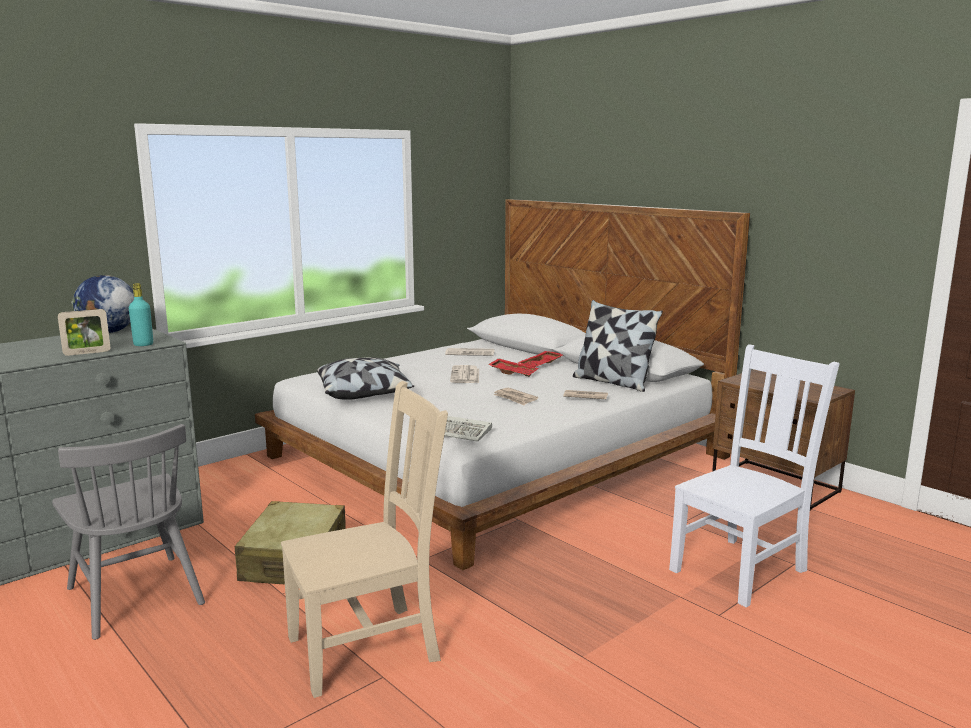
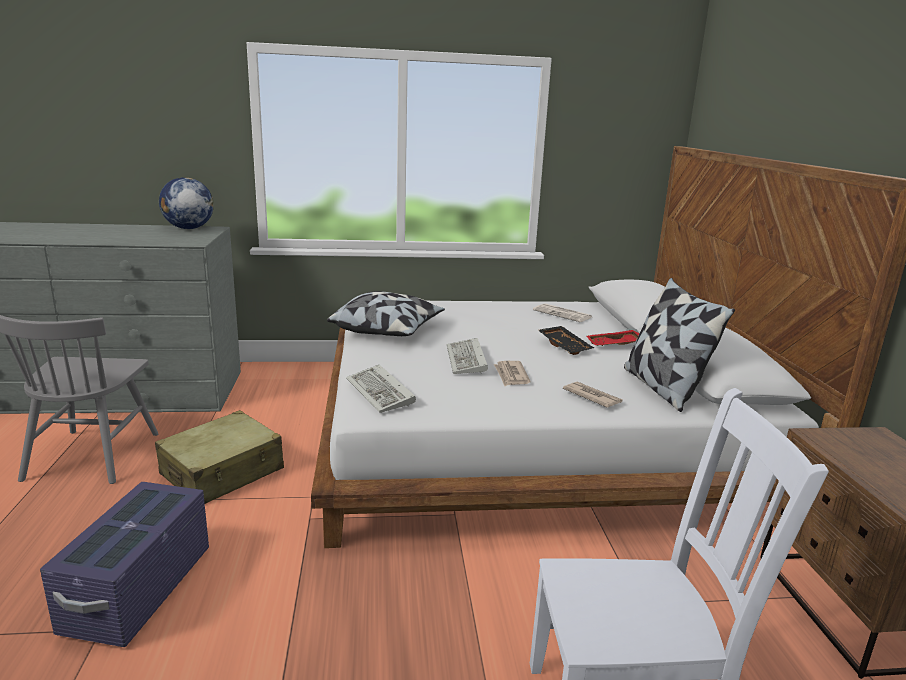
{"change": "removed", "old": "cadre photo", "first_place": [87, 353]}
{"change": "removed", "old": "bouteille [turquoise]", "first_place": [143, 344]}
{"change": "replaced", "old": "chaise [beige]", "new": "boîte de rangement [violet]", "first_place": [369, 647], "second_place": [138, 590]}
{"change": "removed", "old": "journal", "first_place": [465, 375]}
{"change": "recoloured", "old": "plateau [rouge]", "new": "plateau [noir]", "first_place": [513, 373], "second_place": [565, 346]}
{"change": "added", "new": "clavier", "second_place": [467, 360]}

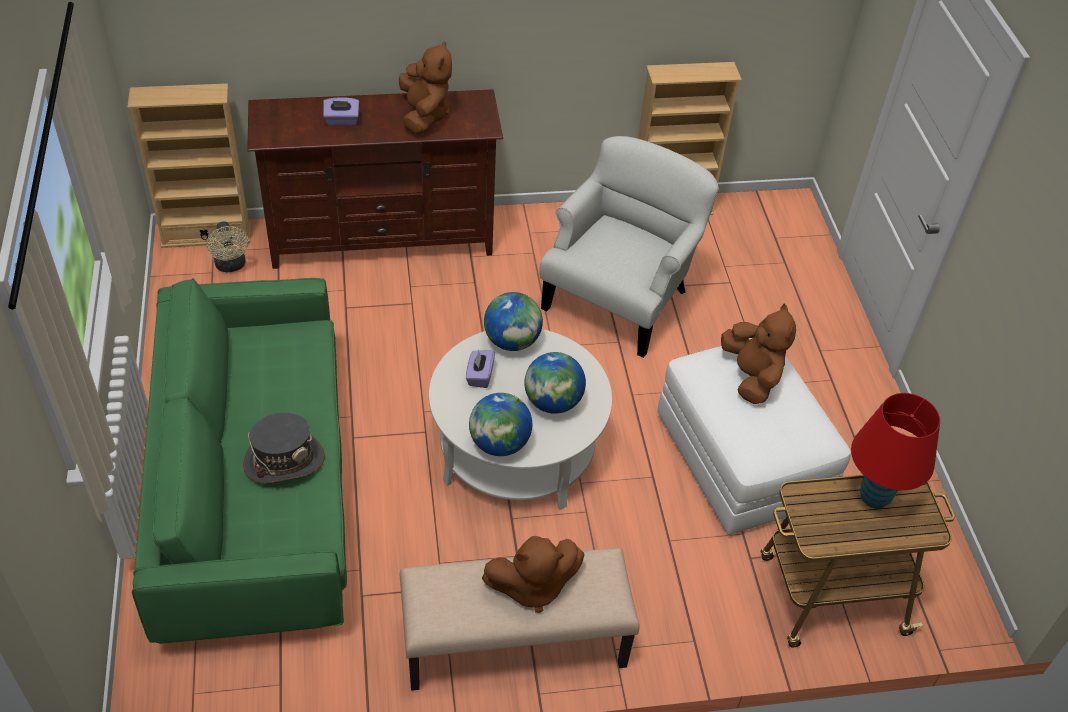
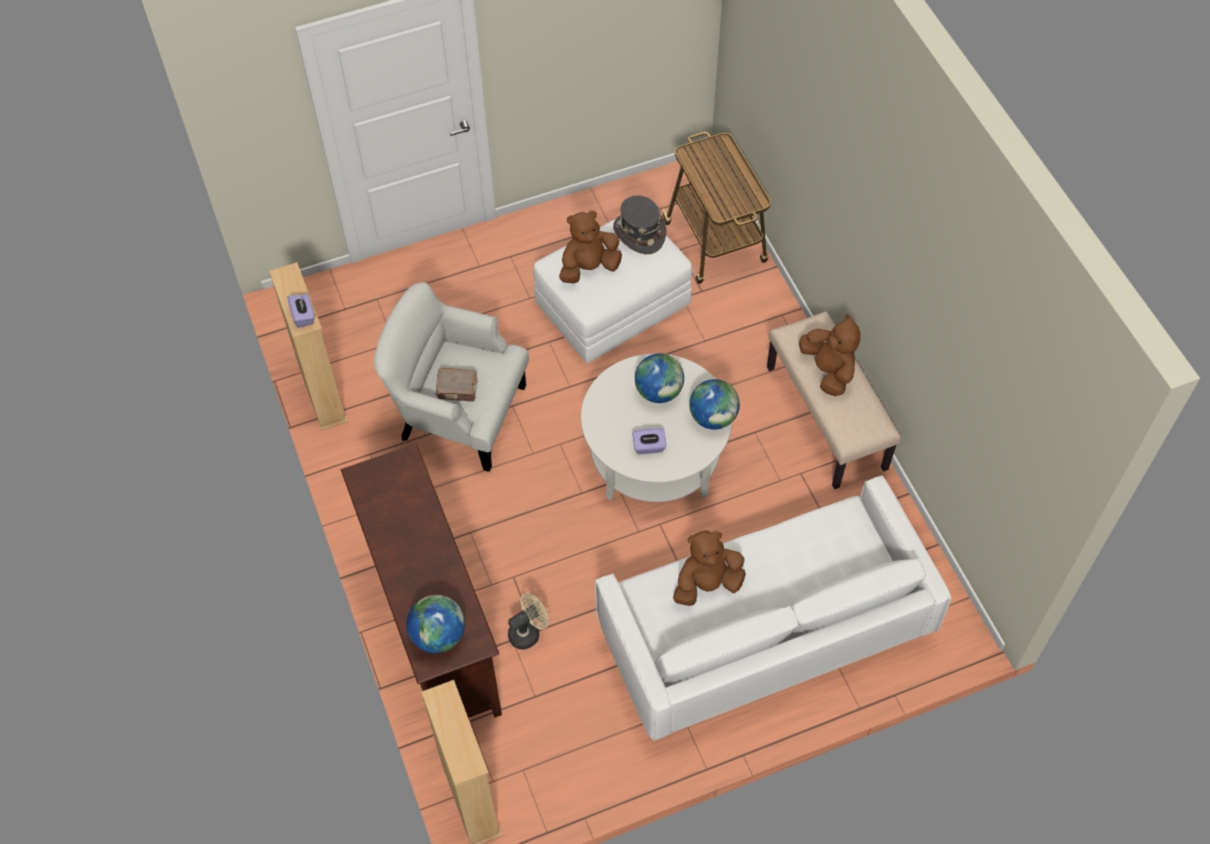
{"change": "recoloured", "old": "canapé [vert]", "new": "canapé [blanc]", "first_place": [256, 490], "second_place": [763, 630]}
{"change": "moved", "old": "ventilateur [beige]", "first_place": [231, 266], "second_place": [528, 632]}
{"change": "moved", "old": "chapeau [gris]", "first_place": [284, 461], "second_place": [639, 233]}
{"change": "moved", "old": "boîte à mouchoirs [violet]", "first_place": [342, 121], "second_place": [303, 316]}
{"change": "moved", "old": "peluche [marron]", "first_place": [424, 115], "second_place": [707, 584]}
{"change": "moved", "old": "globe", "first_place": [512, 341], "second_place": [438, 635]}
{"change": "removed", "old": "lampe de table [rouge]", "first_place": [874, 497]}
{"change": "added", "new": "livre [marron]", "second_place": [458, 389]}

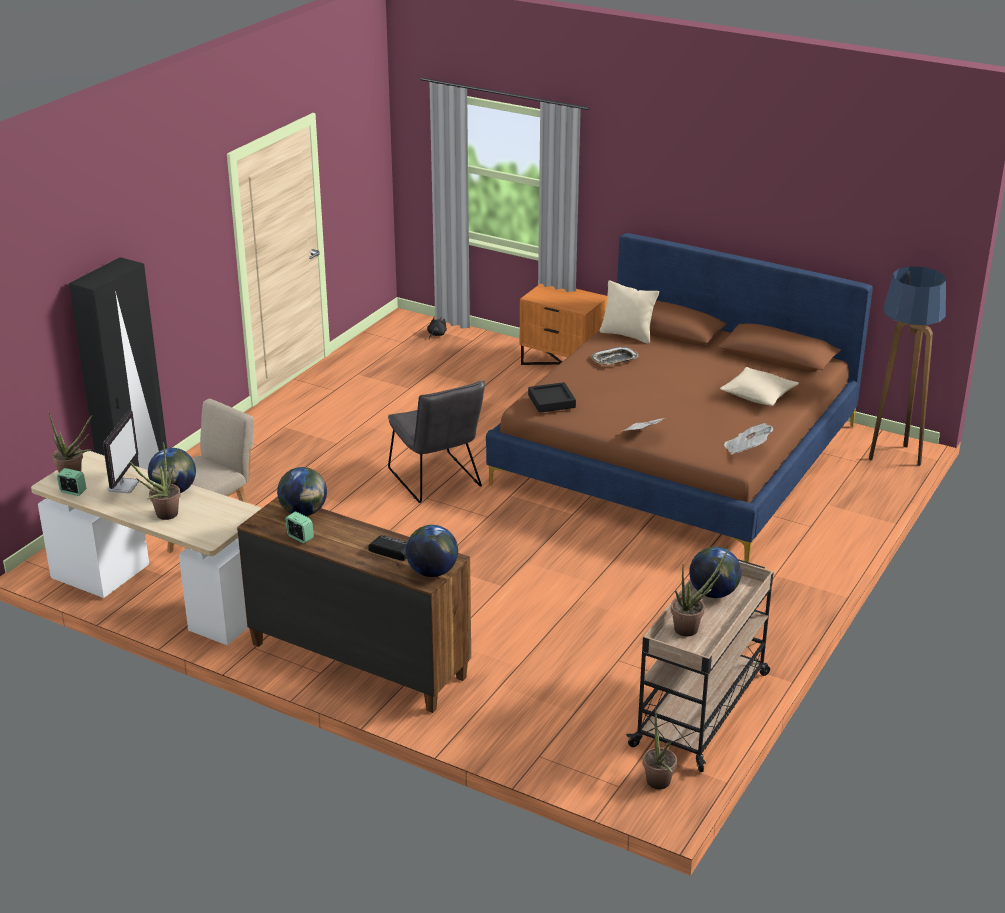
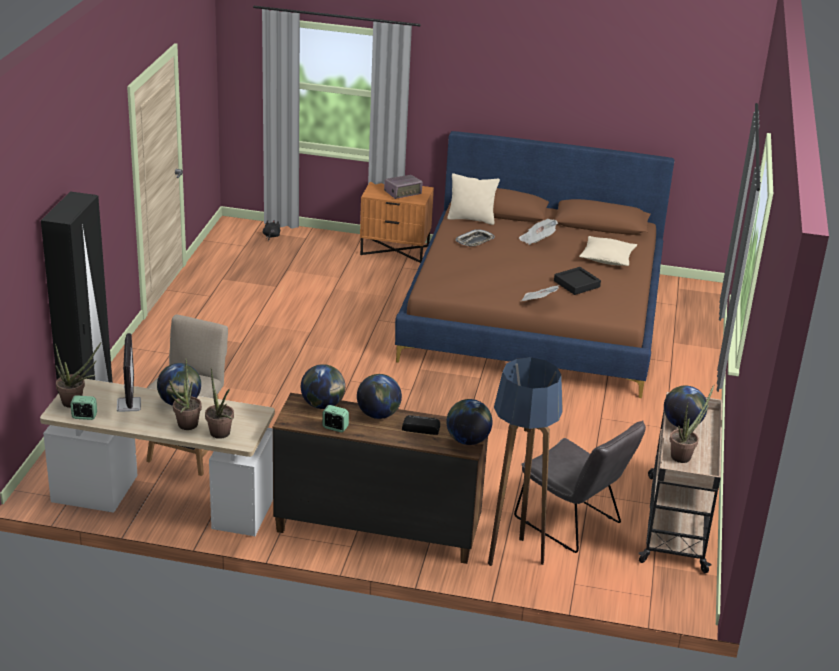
{"change": "moved", "old": "chaise [gris]", "first_place": [437, 481], "second_place": [573, 523]}
{"change": "moved", "old": "plateau [noir]", "first_place": [551, 401], "second_place": [576, 284]}
{"change": "moved", "old": "plante en pot", "first_place": [659, 785], "second_place": [221, 435]}
{"change": "moved", "old": "journal", "first_place": [746, 449], "second_place": [537, 240]}
{"change": "moved", "old": "lampadaire", "first_place": [893, 457], "second_place": [513, 557]}
{"change": "added", "new": "globe", "second_place": [378, 414]}
{"change": "added", "new": "radio", "second_place": [403, 193]}

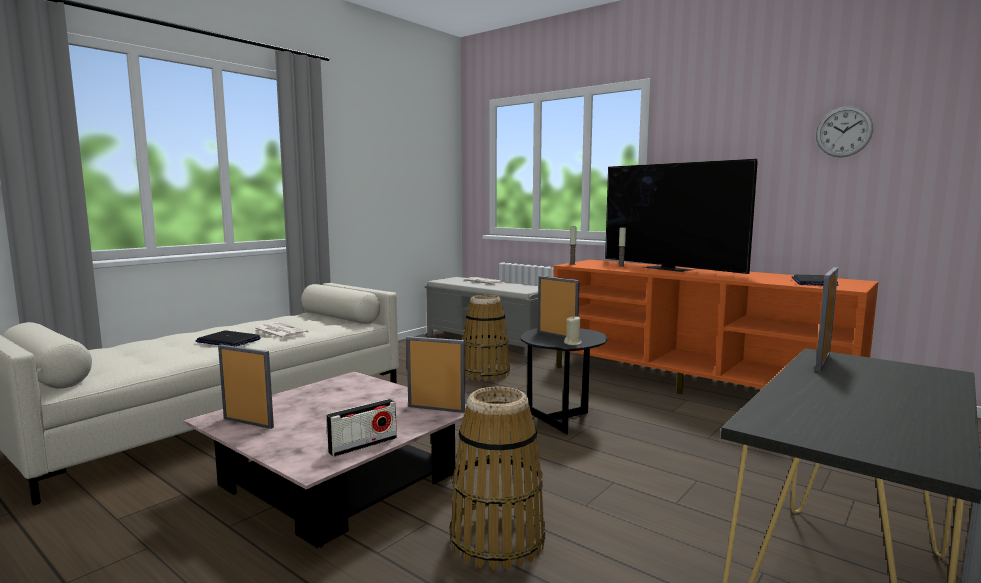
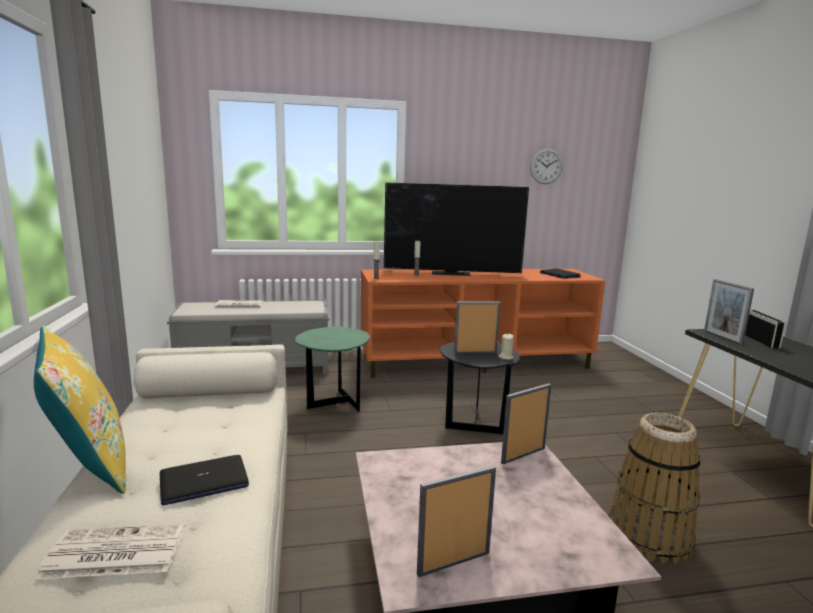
{"change": "moved", "old": "journal", "first_place": [279, 332], "second_place": [113, 553]}
{"change": "moved", "old": "radio", "first_place": [363, 445], "second_place": [760, 341]}
{"change": "replaced", "old": "panier", "new": "table d'appoint [vert]", "first_place": [485, 373], "second_place": [333, 404]}
{"change": "added", "new": "coussin [jaune]", "second_place": [89, 465]}

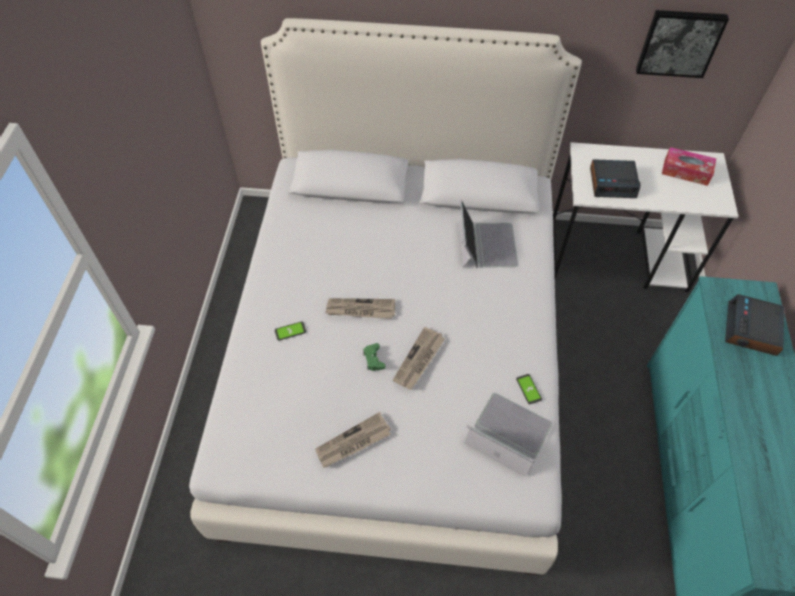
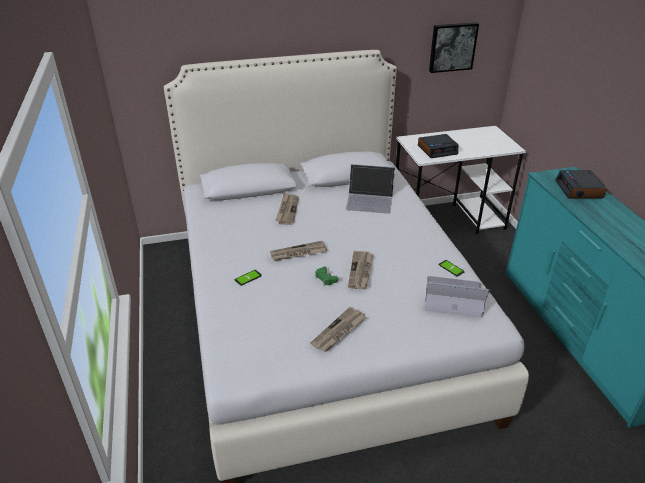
{"change": "turned", "old": "ordinateur portable", "first_place": [486, 244], "second_place": [370, 200], "degrees": 120}
{"change": "removed", "old": "boîte à mouchoirs", "first_place": [686, 171]}
{"change": "added", "new": "journal", "second_place": [287, 210]}

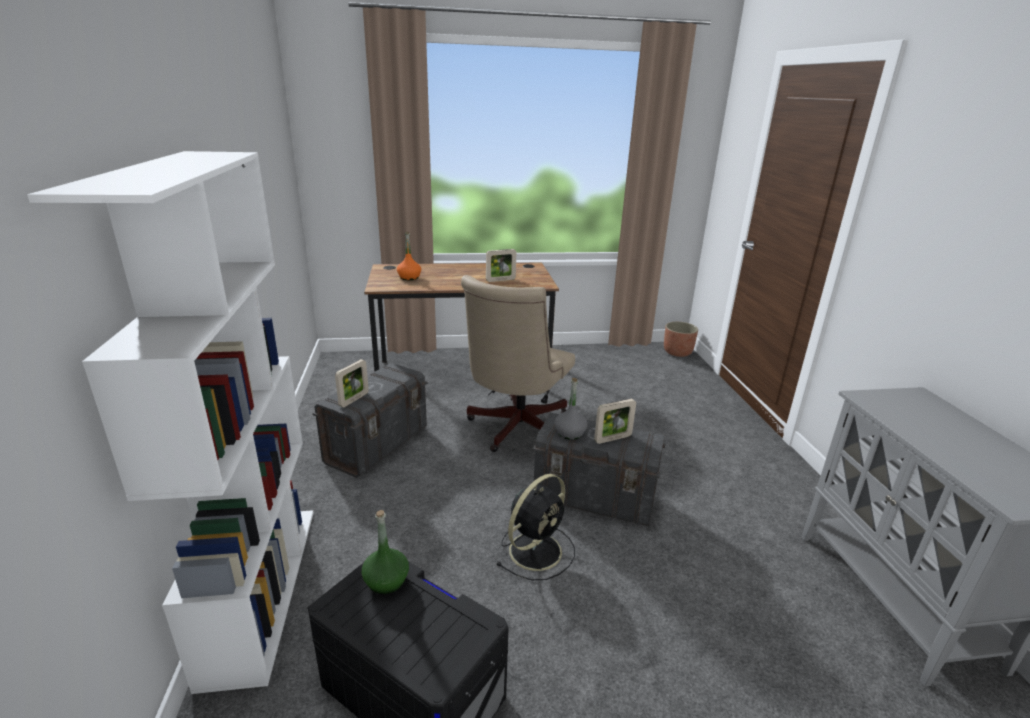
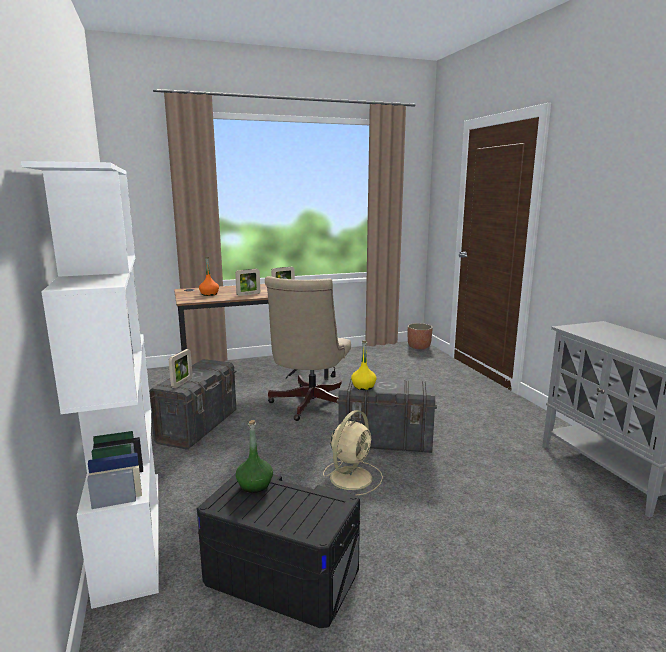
{"change": "recoloured", "old": "ventilateur [noir]", "new": "ventilateur [beige]", "first_place": [537, 549], "second_place": [352, 477]}
{"change": "recoloured", "old": "bouteille [gris]", "new": "bouteille [jaune]", "first_place": [570, 433], "second_place": [363, 386]}
{"change": "moved", "old": "cadre photo", "first_place": [613, 439], "second_place": [248, 294]}

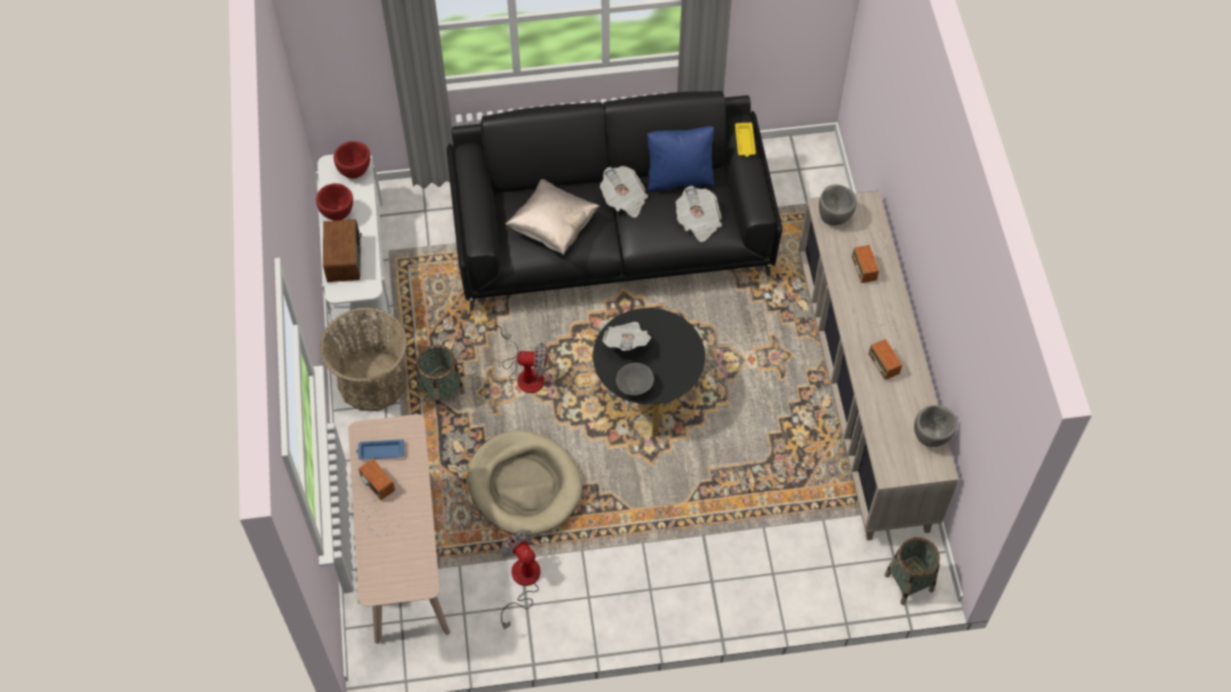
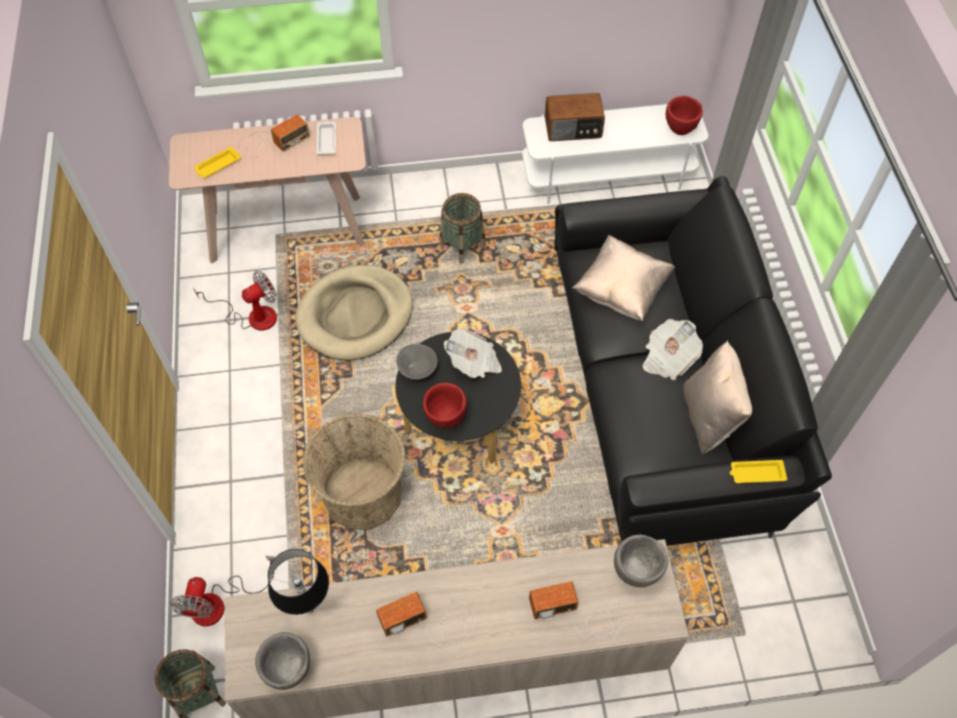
{"change": "moved", "old": "bol [rouge]", "first_place": [338, 214], "second_place": [445, 418]}
{"change": "moved", "old": "panier", "first_place": [372, 381], "second_place": [362, 494]}
{"change": "recoloured", "old": "plateau [bleu]", "new": "plateau [blanc]", "first_place": [380, 451], "second_place": [326, 140]}
{"change": "moved", "old": "ventilateur", "first_place": [525, 373], "second_place": [220, 603]}
{"change": "recoloured", "old": "coussin [bleu]", "new": "coussin [beige]", "first_place": [679, 178], "second_place": [709, 417]}
{"change": "removed", "old": "journal", "first_place": [698, 221]}
{"change": "added", "new": "plateau [jaune]", "second_place": [217, 165]}
{"change": "added", "new": "lampe de table", "second_place": [309, 610]}

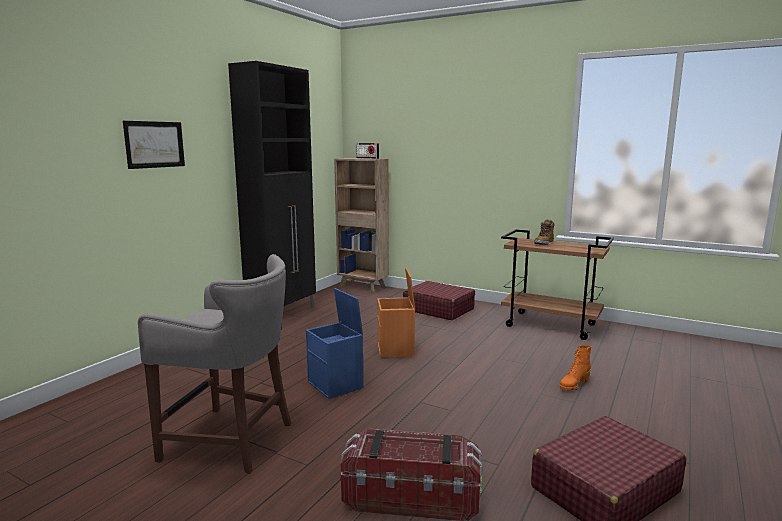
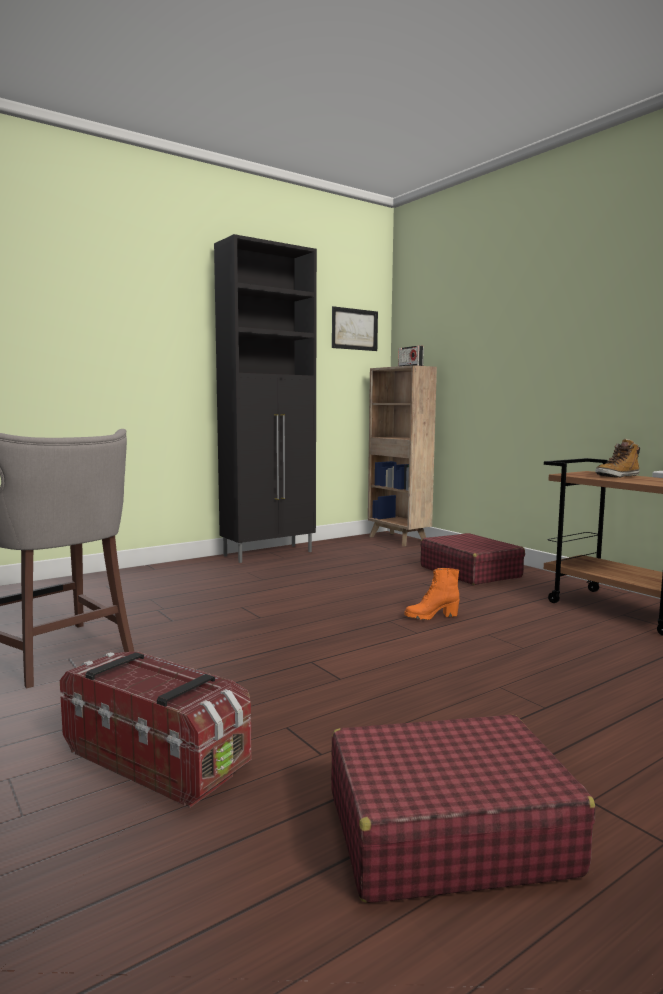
{"change": "moved", "old": "tableau", "first_place": [155, 144], "second_place": [354, 329]}
{"change": "removed", "old": "boîte de rangement [bleu]", "first_place": [336, 385]}
{"change": "removed", "old": "boîte de rangement [orange]", "first_place": [396, 349]}
{"change": "moved", "old": "botte [orange]", "first_place": [573, 385], "second_place": [431, 616]}

